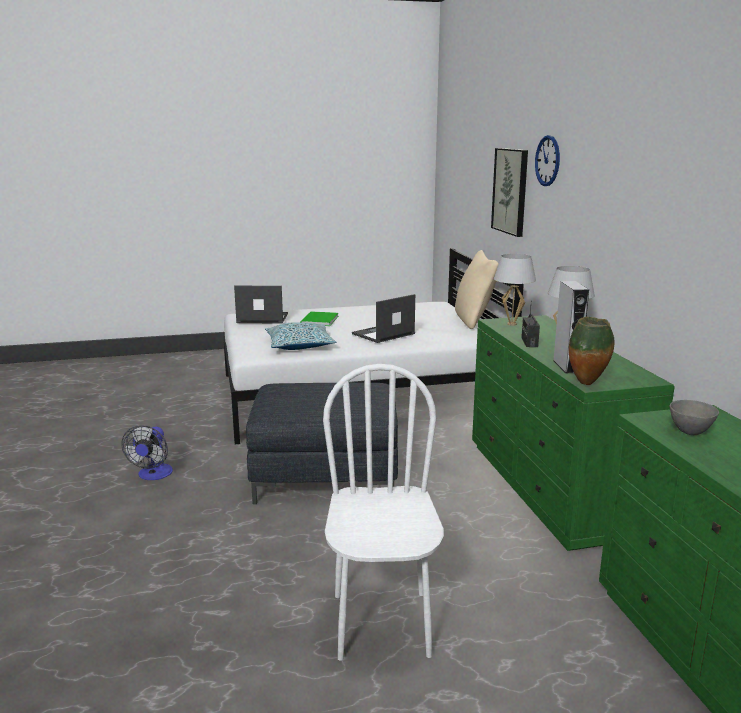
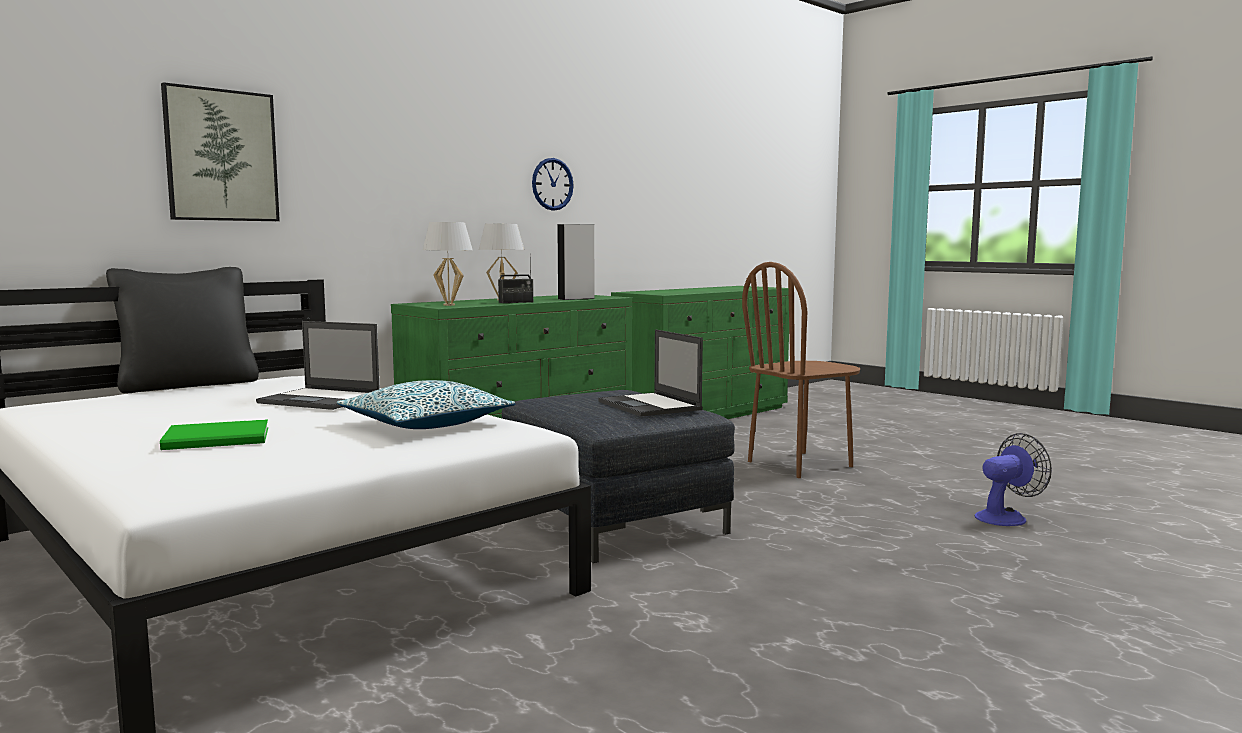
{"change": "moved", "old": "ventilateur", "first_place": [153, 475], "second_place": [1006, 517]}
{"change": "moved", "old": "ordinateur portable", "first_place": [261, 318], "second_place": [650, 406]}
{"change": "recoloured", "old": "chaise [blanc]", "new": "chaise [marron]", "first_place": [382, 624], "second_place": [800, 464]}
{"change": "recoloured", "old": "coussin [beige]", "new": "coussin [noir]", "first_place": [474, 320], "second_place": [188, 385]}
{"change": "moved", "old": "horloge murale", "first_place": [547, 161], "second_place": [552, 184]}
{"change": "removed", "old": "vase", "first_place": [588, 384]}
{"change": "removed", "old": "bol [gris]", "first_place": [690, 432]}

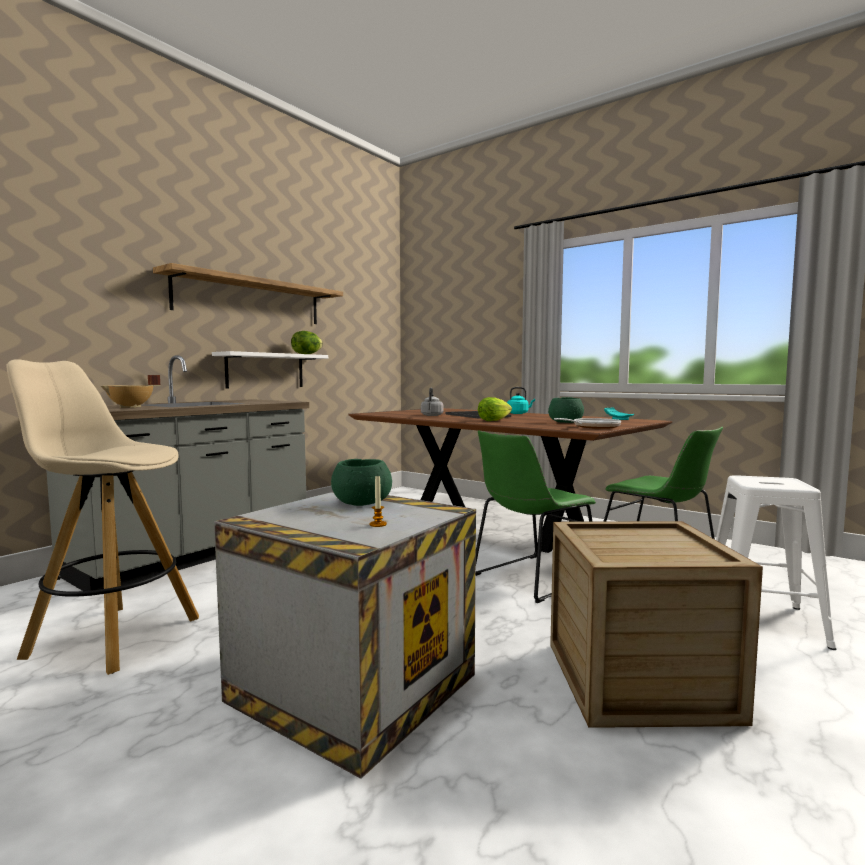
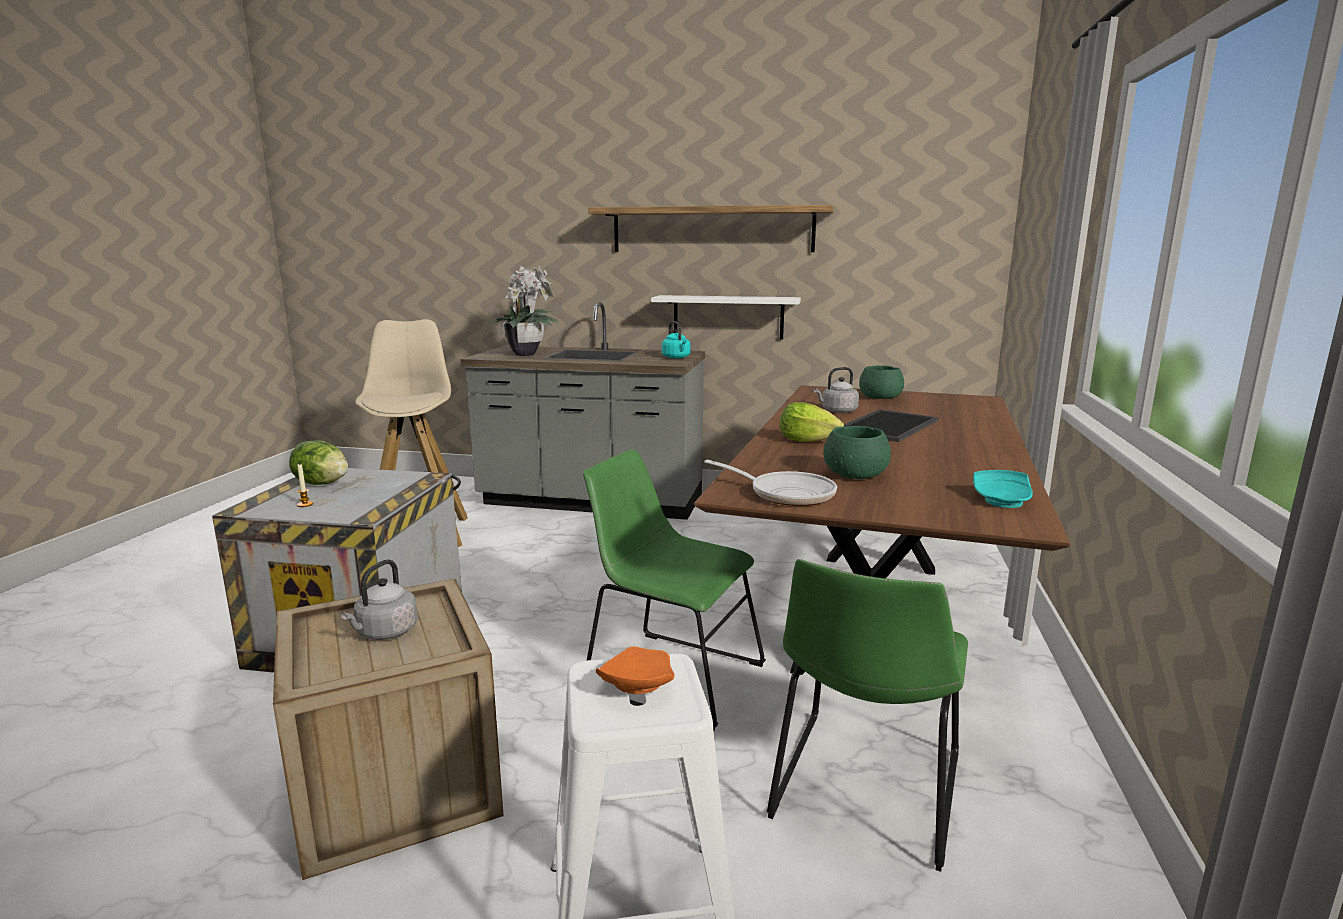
{"change": "replaced", "old": "marmite [beige]", "new": "plante en pot", "first_place": [131, 407], "second_place": [527, 354]}
{"change": "moved", "old": "laitue", "first_place": [306, 354], "second_place": [322, 484]}
{"change": "moved", "old": "bol [vert]", "first_place": [362, 502], "second_place": [880, 397]}
{"change": "moved", "old": "bouilloire [turquoise]", "first_place": [518, 413], "second_place": [676, 357]}
{"change": "added", "new": "bouilloire [gris]", "second_place": [384, 633]}
{"change": "added", "new": "assiette [orange]", "second_place": [636, 685]}

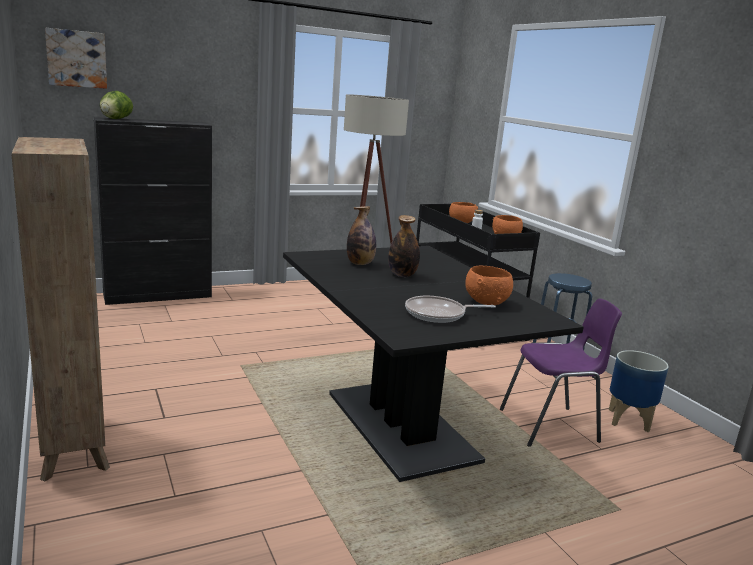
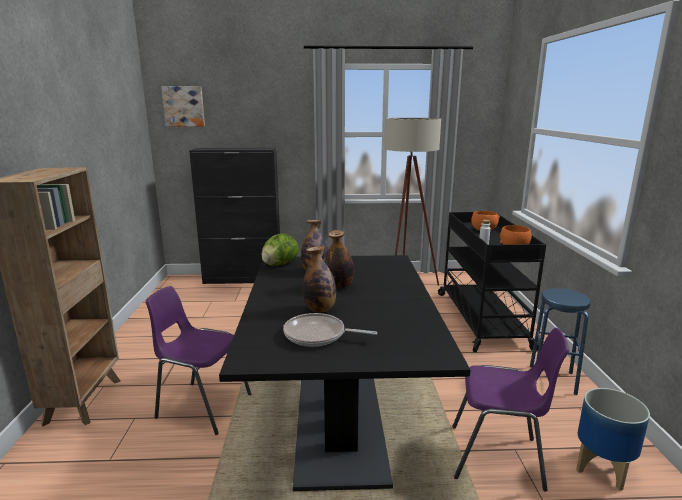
{"change": "moved", "old": "laitue", "first_place": [115, 119], "second_place": [279, 264]}
{"change": "removed", "old": "bol [orange]", "first_place": [487, 302]}
{"change": "added", "new": "chaise [violet]", "second_place": [202, 406]}
{"change": "added", "new": "bouteille", "second_place": [320, 309]}

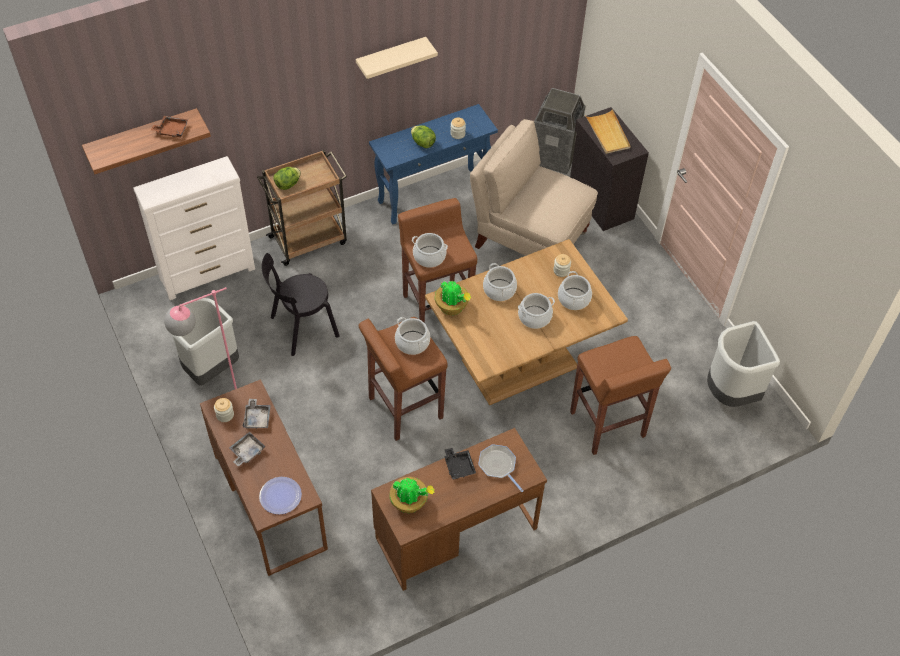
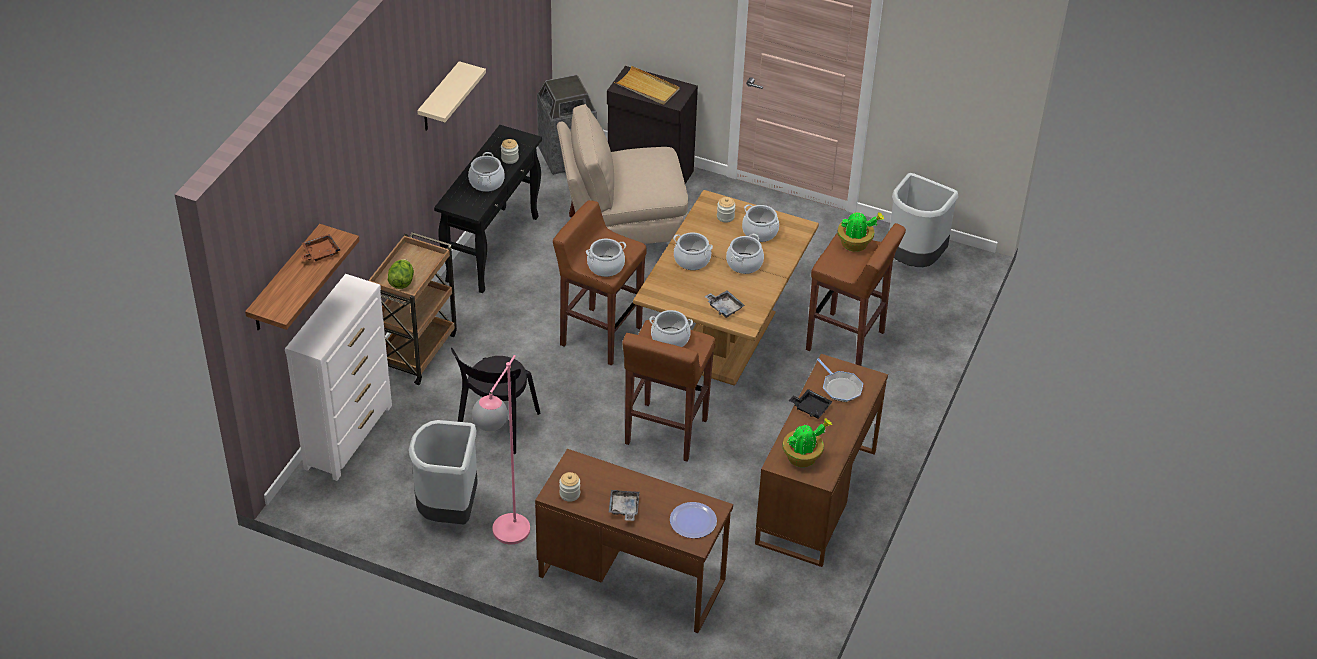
{"change": "moved", "old": "plateau [gris]", "first_place": [257, 418], "second_place": [724, 307]}
{"change": "recoloured", "old": "table console [bleu]", "new": "table console [noir]", "first_place": [433, 195], "second_place": [493, 248]}
{"change": "replaced", "old": "laitue", "new": "marmite", "first_place": [423, 143], "second_place": [487, 182]}
{"change": "moved", "old": "plante en pot", "first_place": [452, 307], "second_place": [856, 244]}
{"change": "turned", "old": "poêle", "first_place": [498, 465], "second_place": [840, 388], "degrees": -135}

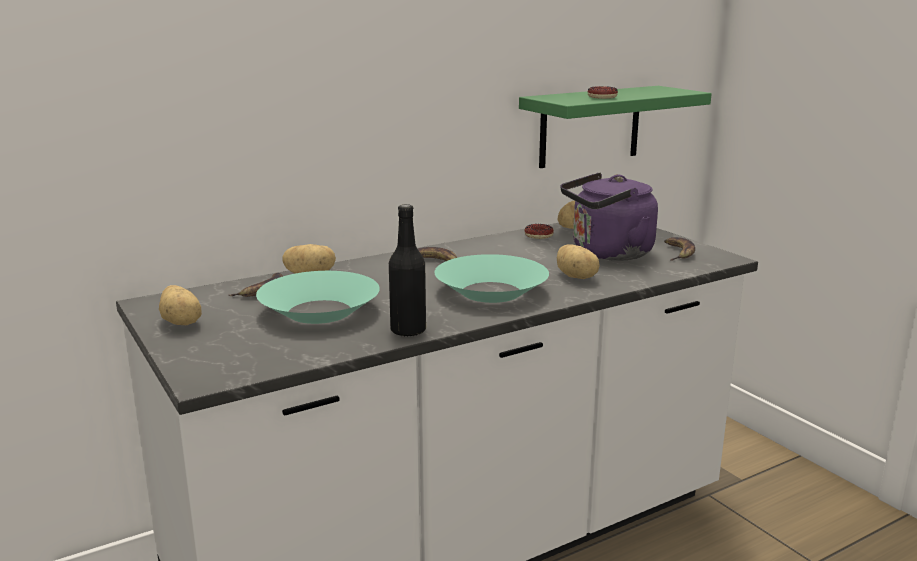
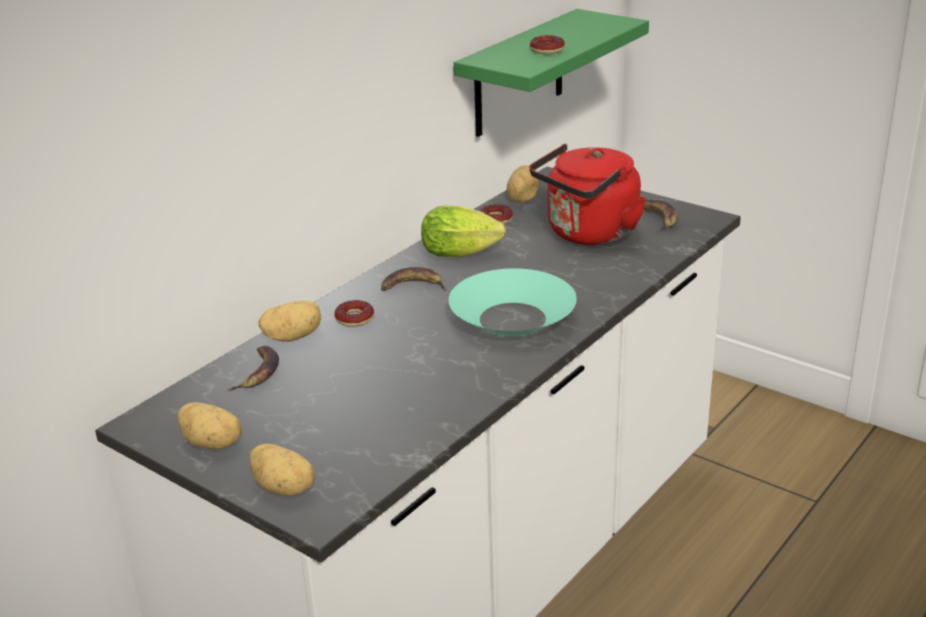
{"change": "removed", "old": "bol [turquoise]", "first_place": [319, 311]}
{"change": "removed", "old": "bouteille [noir]", "first_place": [408, 331]}
{"change": "moved", "old": "pomme de terre", "first_place": [576, 277], "second_place": [284, 488]}
{"change": "recoloured", "old": "bouilloire [violet]", "new": "bouilloire [rouge]", "first_place": [607, 253], "second_place": [588, 234]}
{"change": "added", "new": "beignet", "second_place": [354, 318]}
{"change": "added", "new": "laitue", "second_place": [464, 254]}

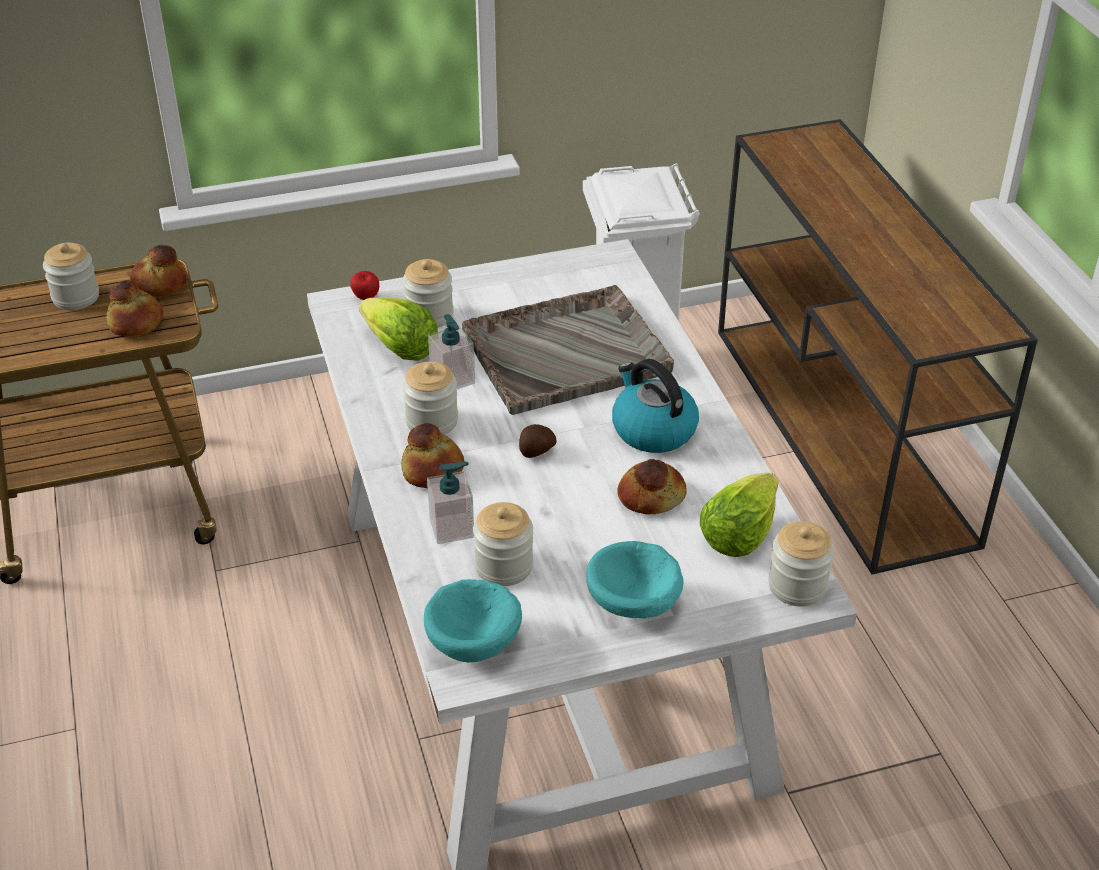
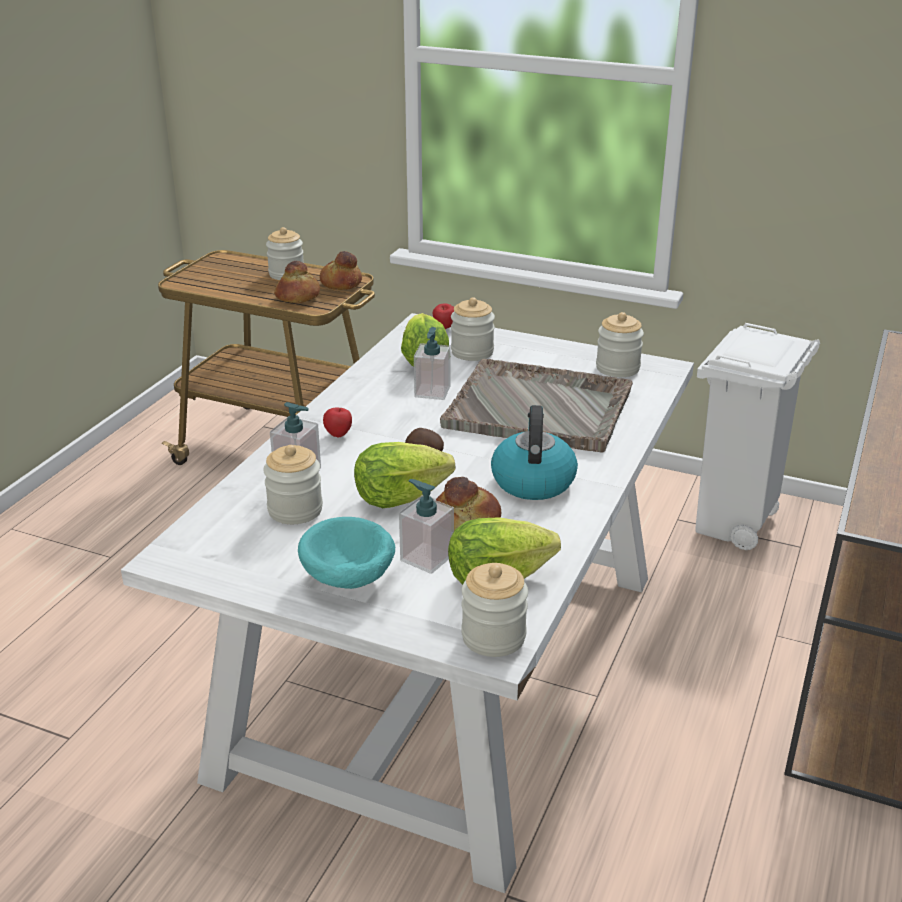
{"change": "replaced", "old": "pain", "new": "pomme", "first_place": [433, 470], "second_place": [338, 435]}
{"change": "moved", "old": "bocal", "first_place": [432, 421], "second_place": [617, 368]}
{"change": "removed", "old": "bol [turquoise]", "first_place": [475, 641]}
{"change": "added", "new": "laitue", "second_place": [399, 497]}
{"change": "added", "new": "distributeur de savon", "second_place": [426, 558]}

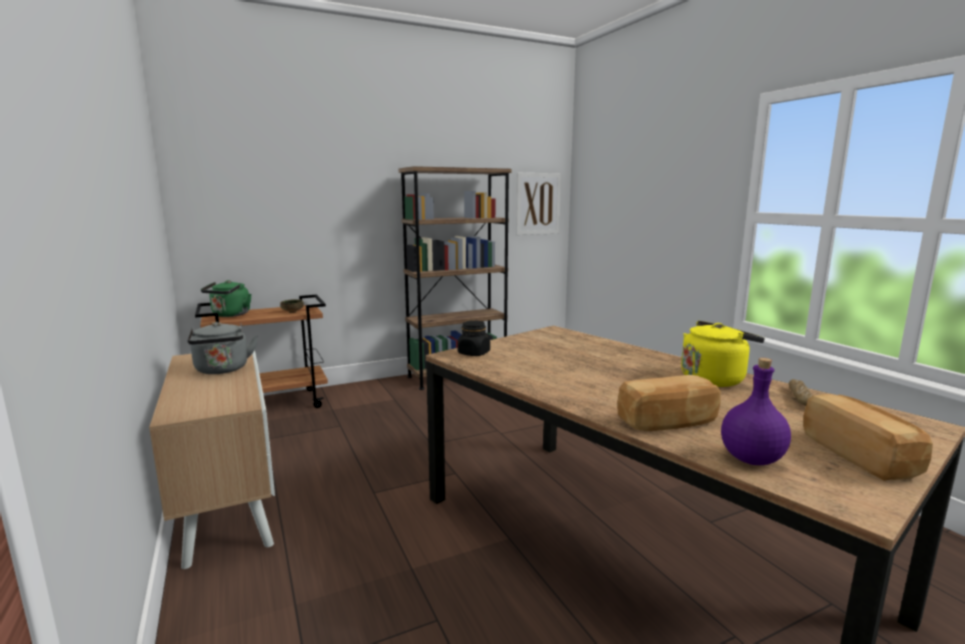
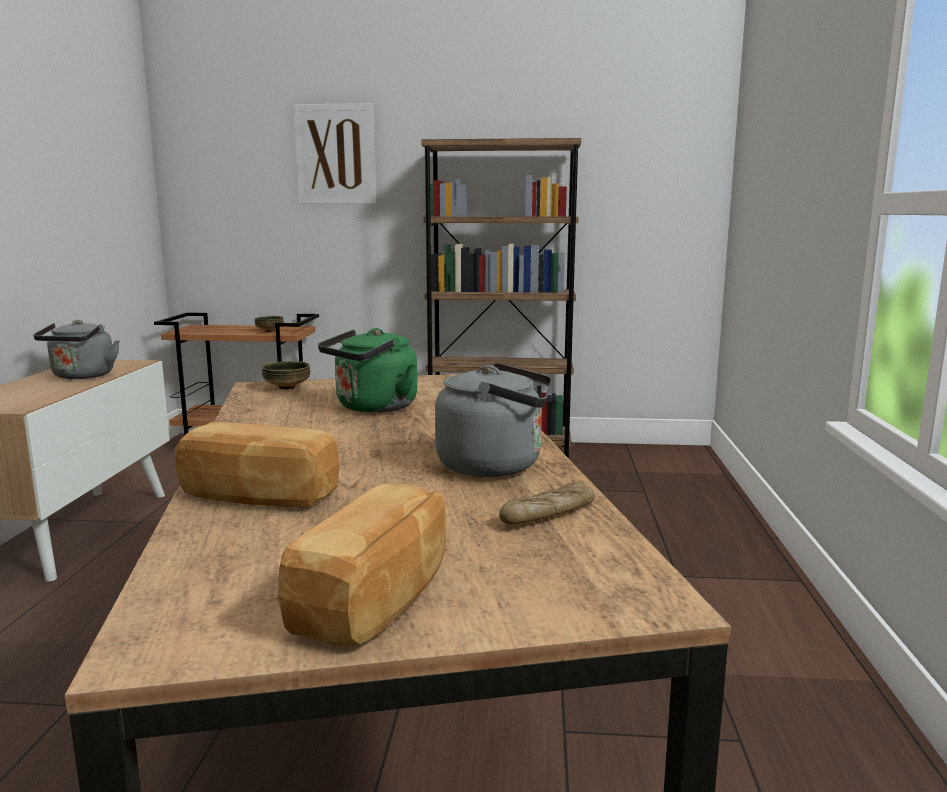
{"change": "moved", "old": "bouilloire [vert]", "first_place": [230, 315], "second_place": [373, 408]}
{"change": "replaced", "old": "bocal [noir]", "new": "bol", "first_place": [473, 353], "second_place": [287, 388]}
{"change": "moved", "old": "tableau", "first_place": [537, 204], "second_place": [335, 154]}
{"change": "recoloured", "old": "bouilloire [jaune]", "new": "bouilloire [gris]", "first_place": [714, 379], "second_place": [496, 466]}
{"change": "removed", "old": "bouteille [violet]", "first_place": [752, 459]}

